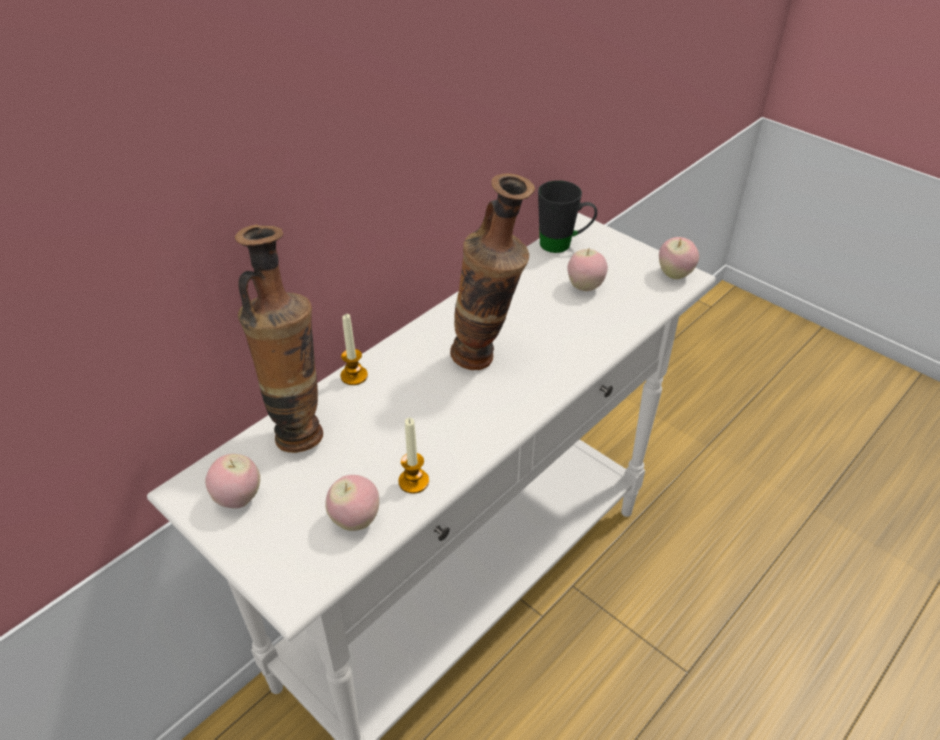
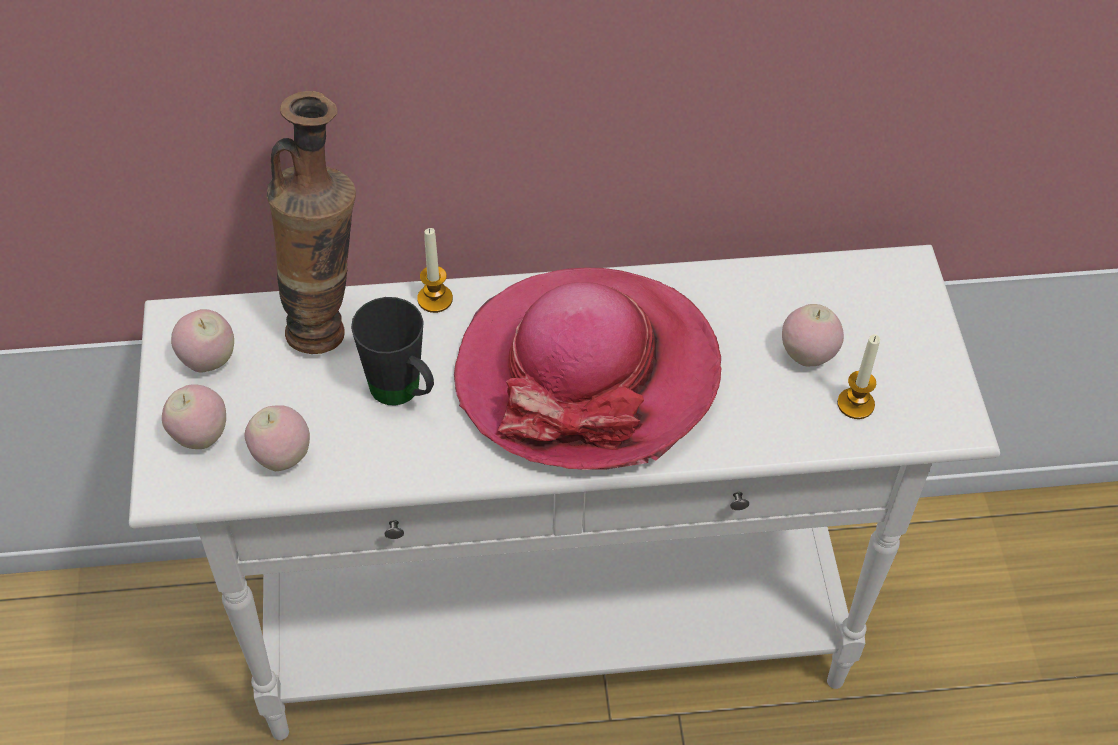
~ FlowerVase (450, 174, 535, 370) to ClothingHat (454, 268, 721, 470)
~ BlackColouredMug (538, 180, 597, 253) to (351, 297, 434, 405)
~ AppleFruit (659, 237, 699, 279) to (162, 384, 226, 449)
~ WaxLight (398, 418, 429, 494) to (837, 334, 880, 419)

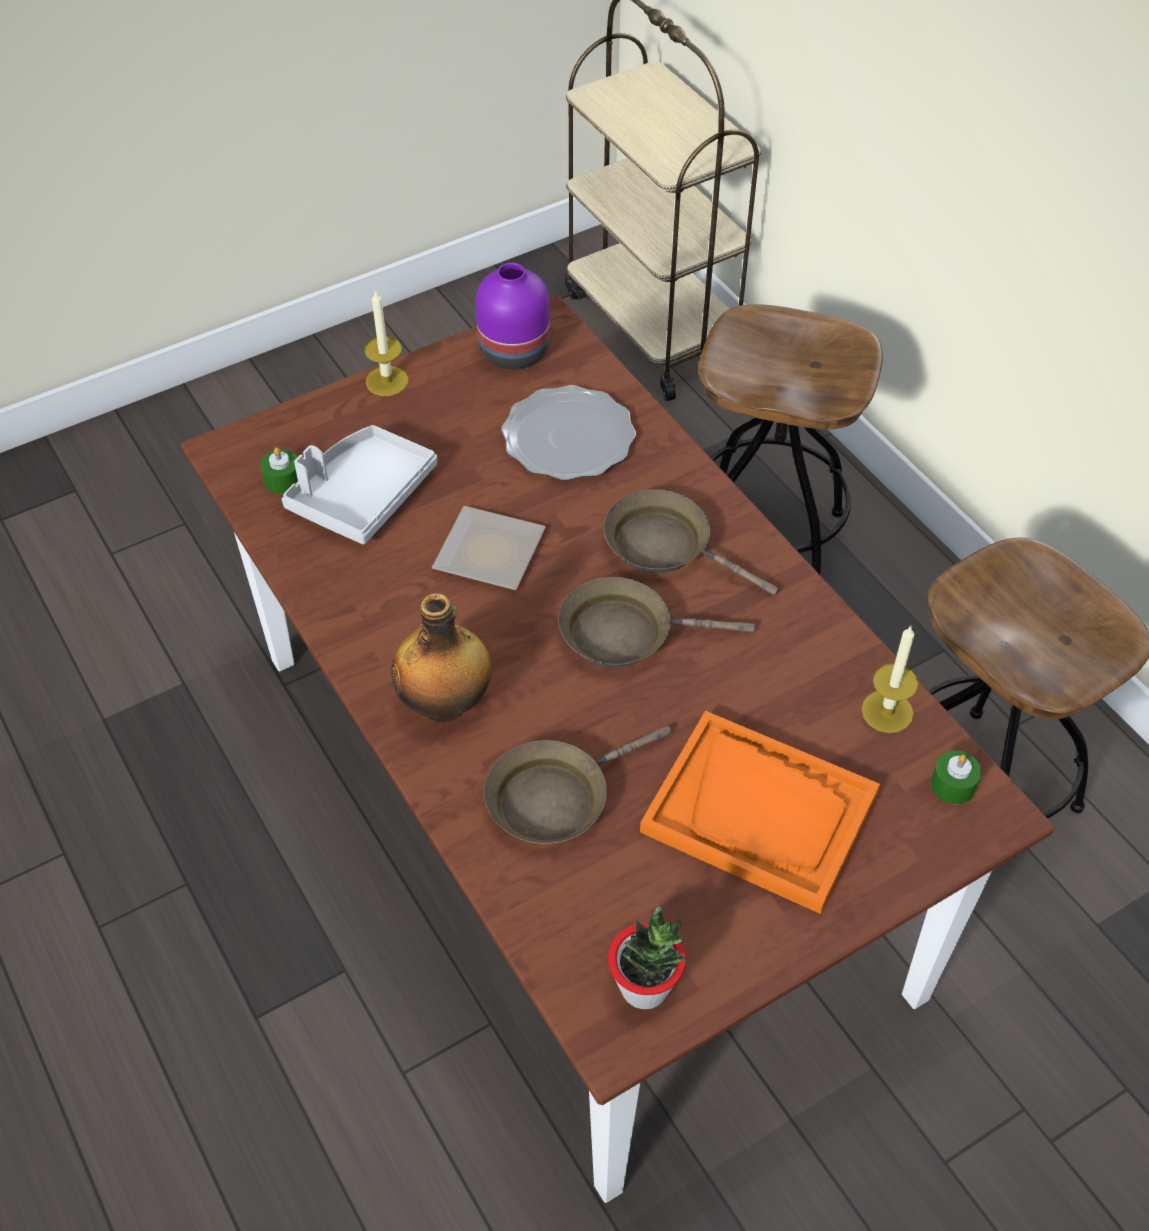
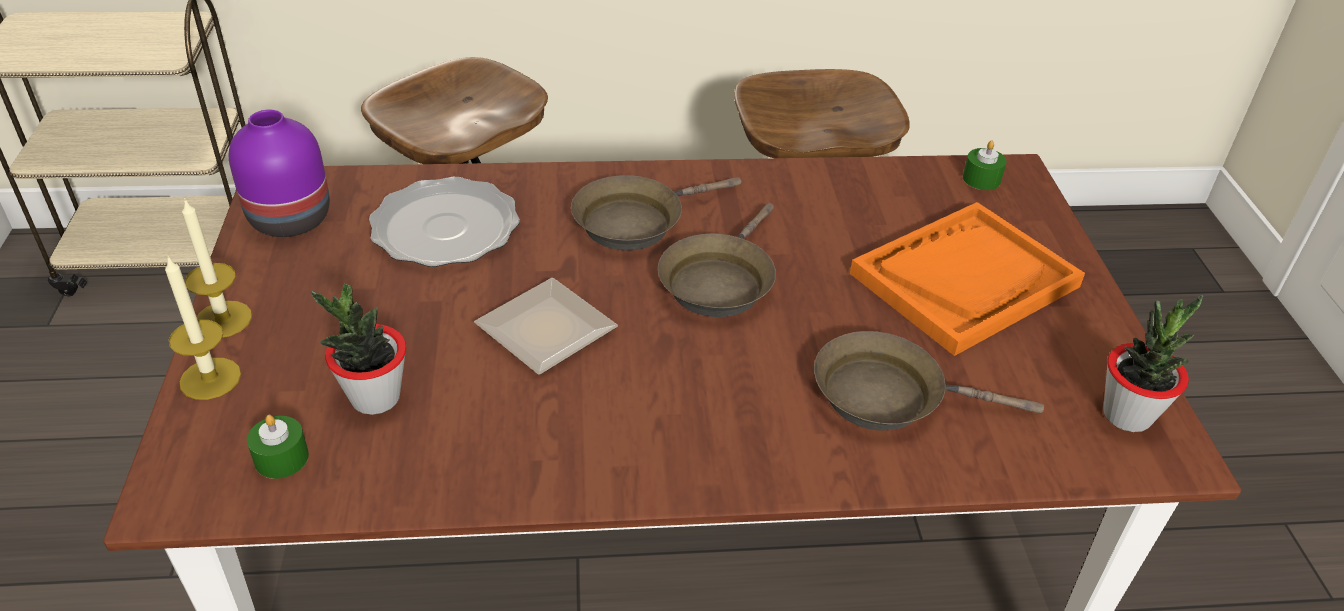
~ GrayServingTray (282, 425, 437, 544) to PlantInAPot (311, 284, 407, 415)
- BeverageBottle (391, 594, 491, 723)
~ WaxLight (861, 626, 918, 733) to (165, 256, 241, 400)
~ BrownFryingPan (484, 725, 671, 844) = (814, 331, 1044, 431) 105 degrees clockwise

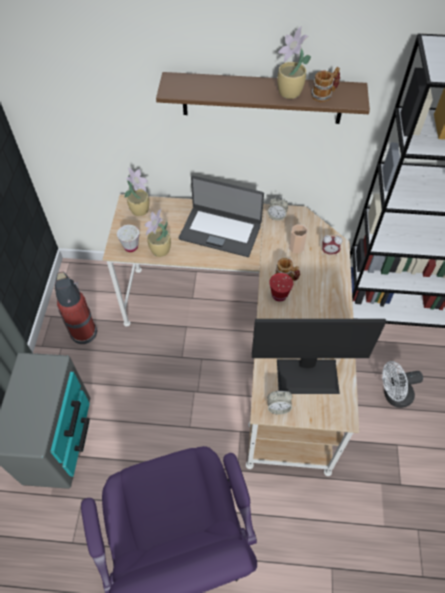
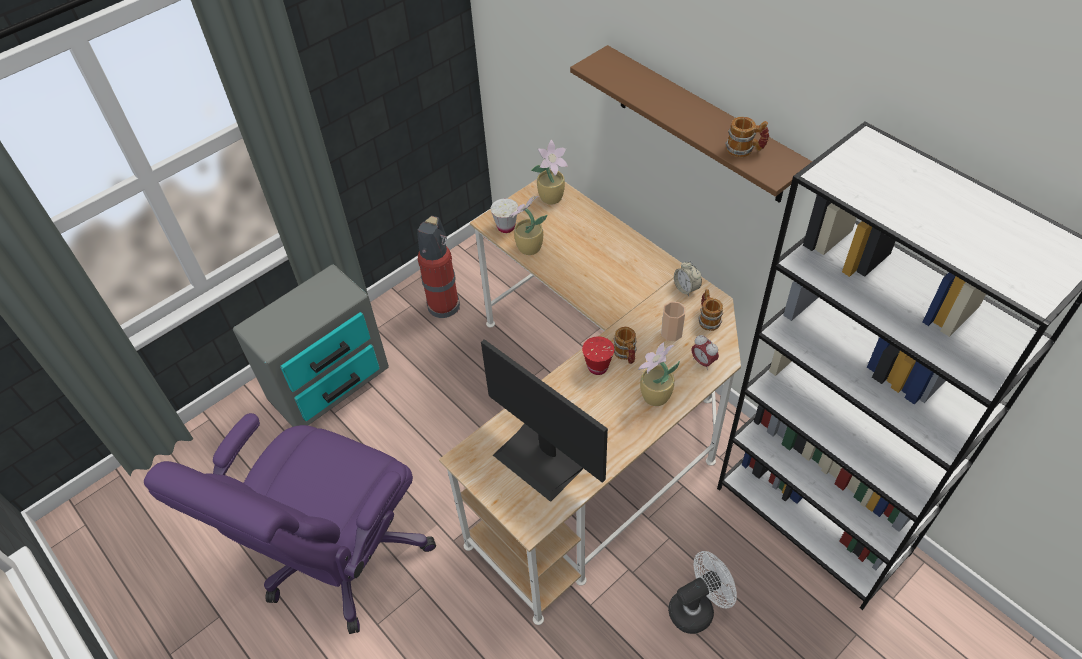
~ PlantInAPot (278, 26, 311, 99) to (638, 342, 680, 406)
- PortableComputer (179, 176, 264, 257)
~ WhiteColouredElectricFan (382, 361, 423, 408) = (668, 551, 737, 634) 120 degrees clockwise
- AlarmClock (267, 391, 292, 415)
+ Mug (698, 289, 723, 331)

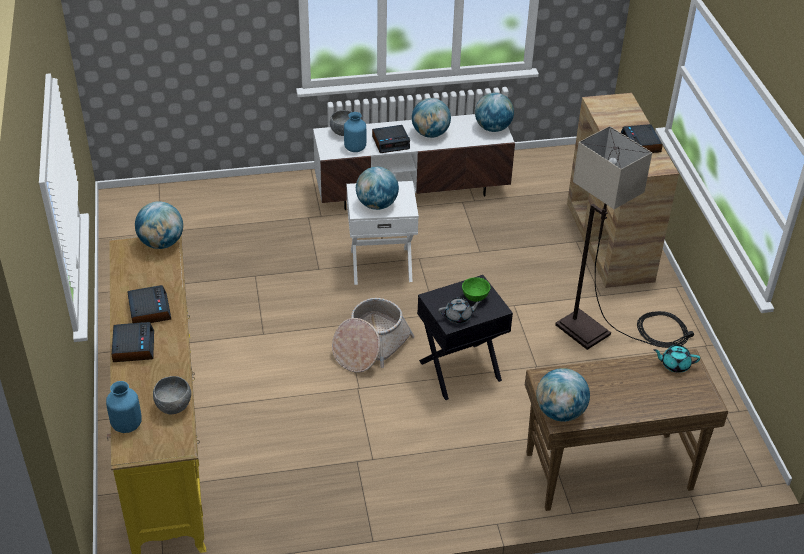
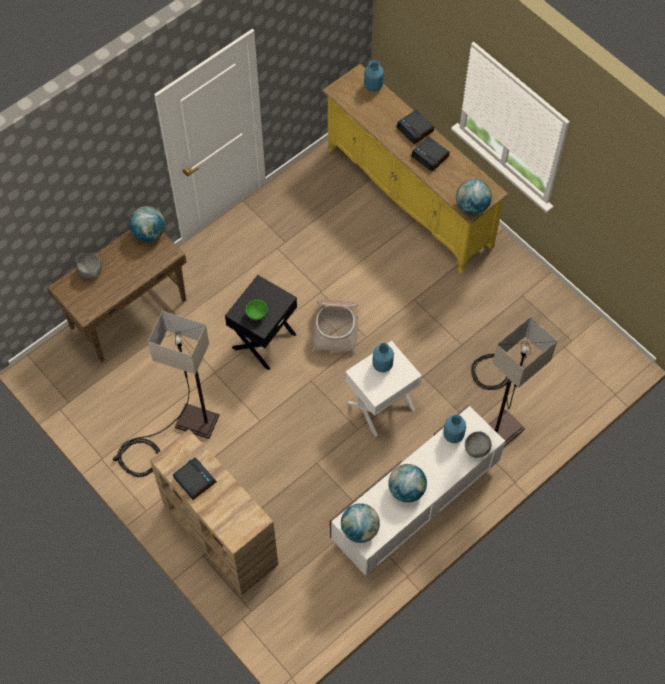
- AlarmClock (372, 125, 410, 153)
~ WorldGlobe (356, 167, 399, 210) to BlueColouredFlowerVase (372, 343, 394, 373)
- GrayTeapot (438, 298, 482, 323)
- TurquoiseColouredTeapot (653, 345, 700, 373)
~ GrayDeepDish (153, 376, 191, 414) to (76, 253, 102, 279)
+ FloorLamp (471, 317, 557, 447)

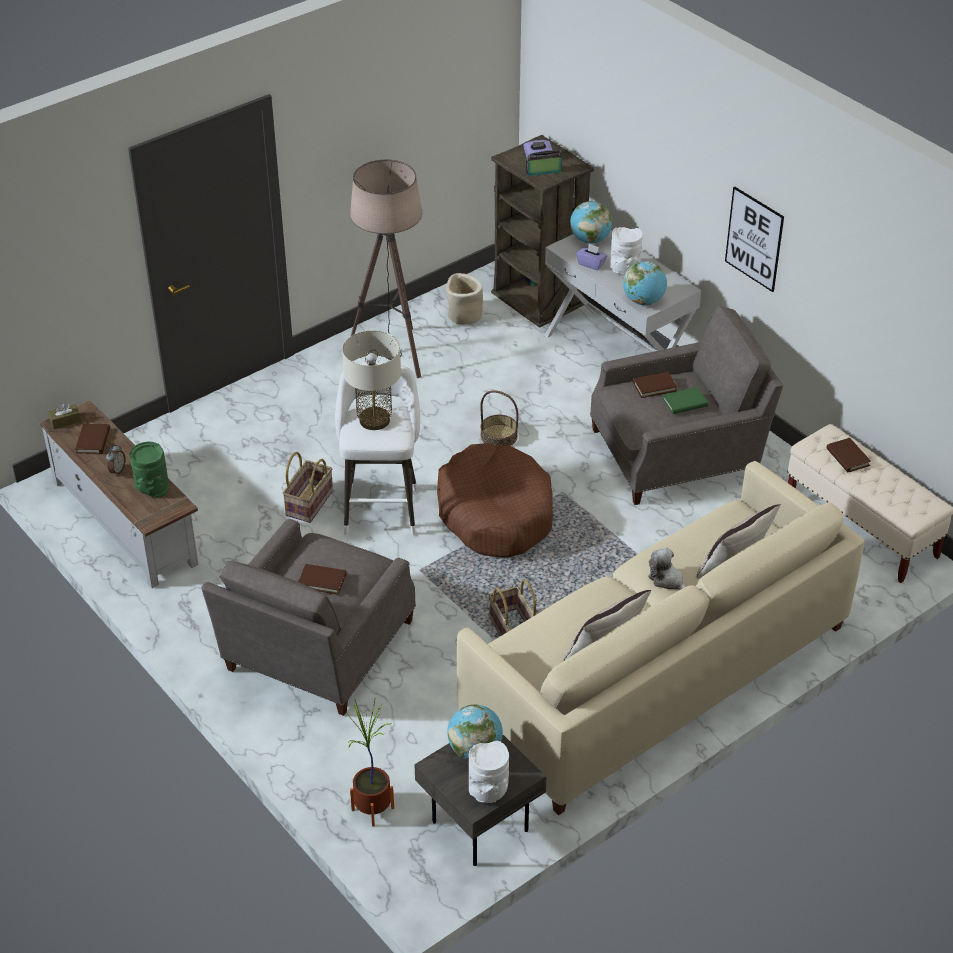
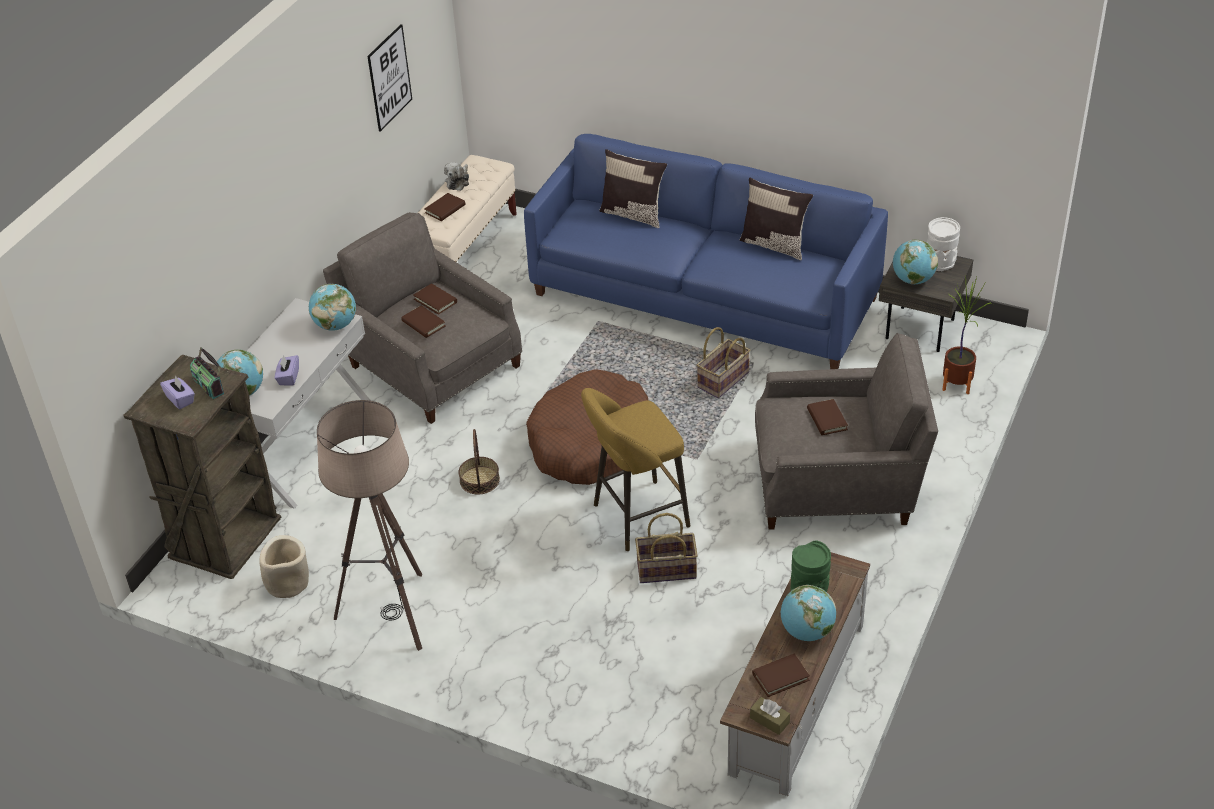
~ Picture (725, 187, 784, 292) to (367, 24, 412, 132)
- WhiteColouredFlowerVase (610, 227, 643, 276)
- LampForATable (342, 330, 401, 430)
~ WhiteColouredSittingStool (335, 362, 420, 535) to YellowishSittingStool (581, 388, 690, 551)
~ GreenBook (663, 387, 708, 414) to BrownBook (413, 283, 457, 315)
~ AlarmClock (106, 445, 125, 476) to WorldGlobe (781, 585, 836, 641)
~ BeigeCouch (457, 461, 865, 815) to BlueColouredCouch (524, 134, 888, 369)
~ SoftToy (648, 547, 687, 590) to (444, 162, 469, 191)

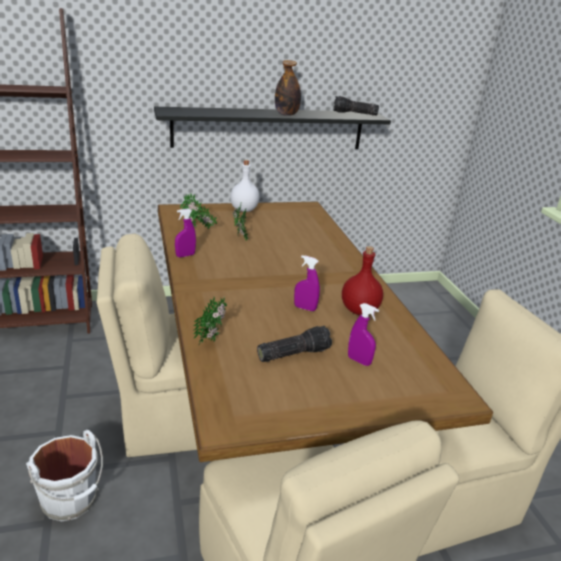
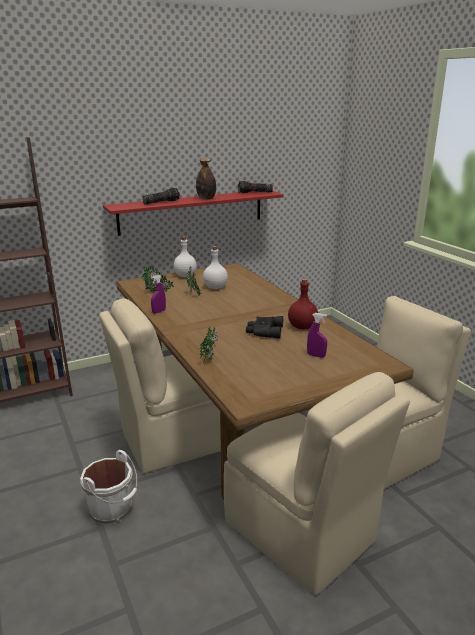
~ BlackColouredBracketShelf (154, 107, 391, 149) to ReddishBracketShelf (103, 191, 284, 236)
~ PurplishSprayBottle (294, 255, 320, 311) to BlackColouredFieldGlasses (246, 316, 283, 338)
~ Flashlight (257, 326, 332, 362) to (142, 188, 180, 205)
+ WhiteColouredBeverageBottle (203, 246, 228, 289)

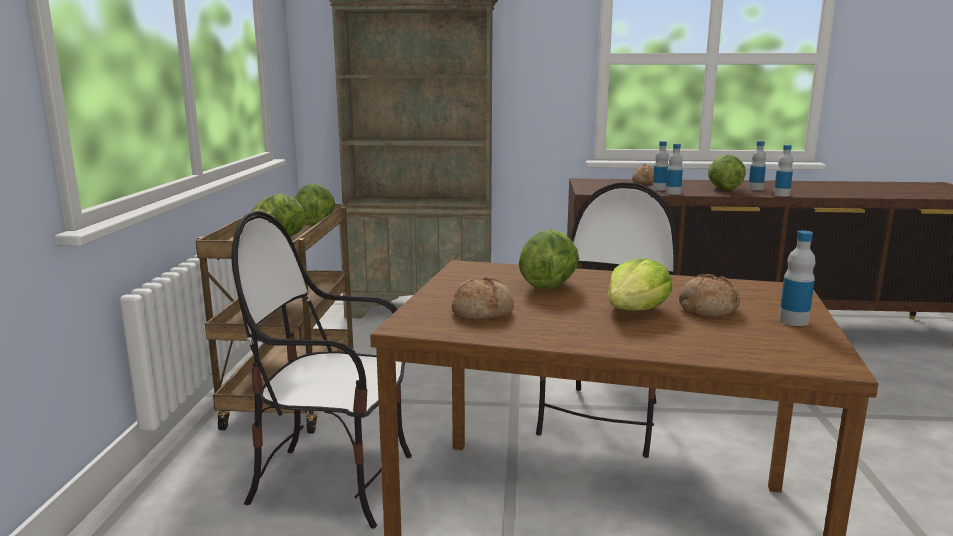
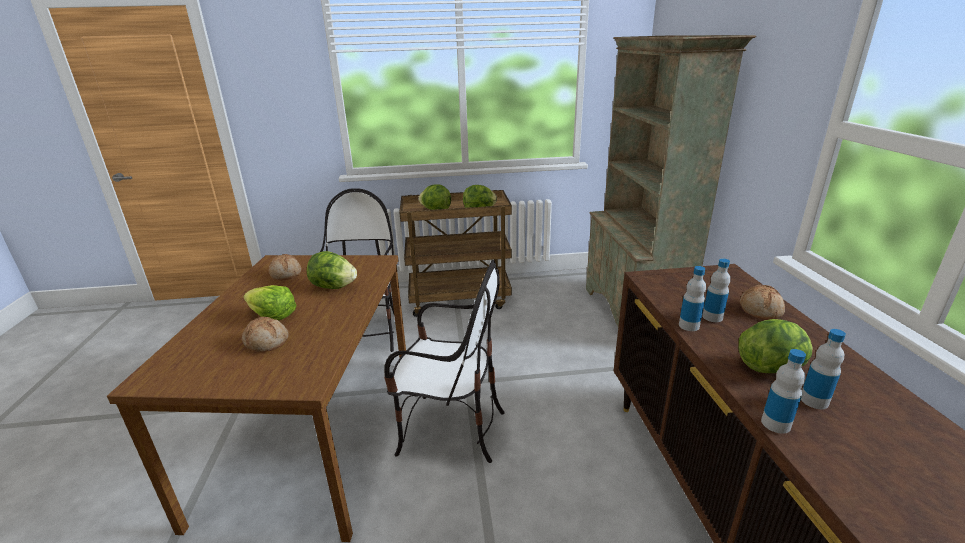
- BeverageBottle (779, 231, 816, 326)

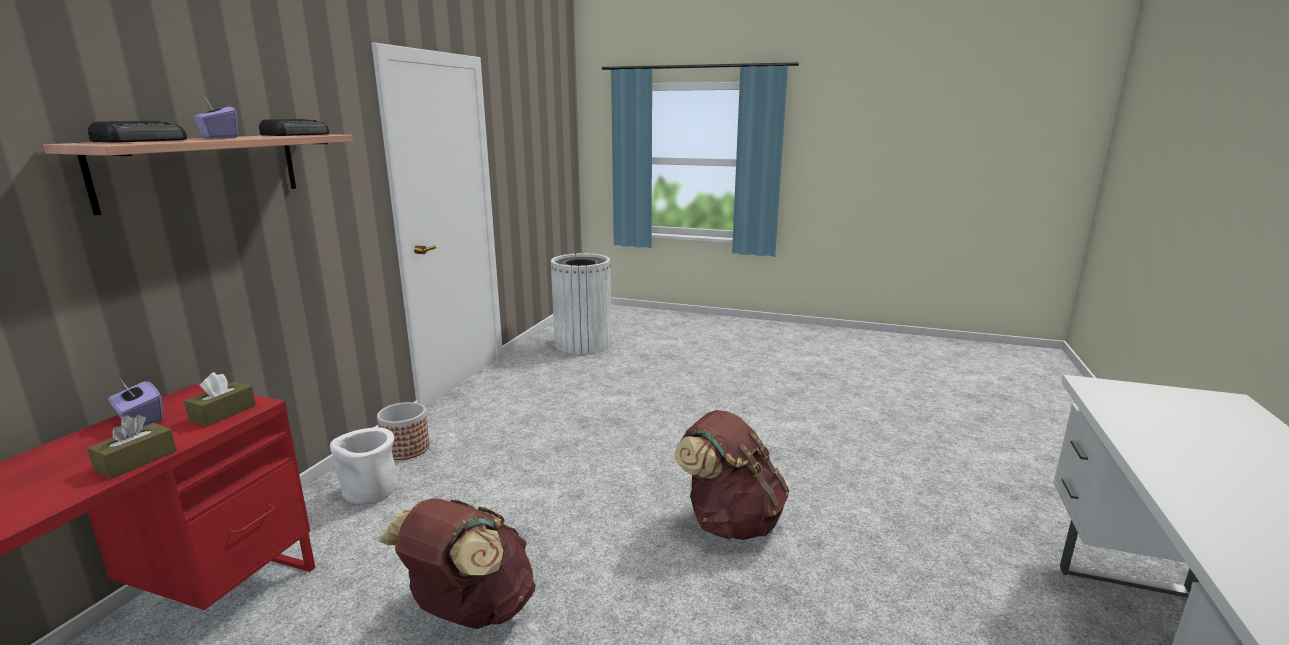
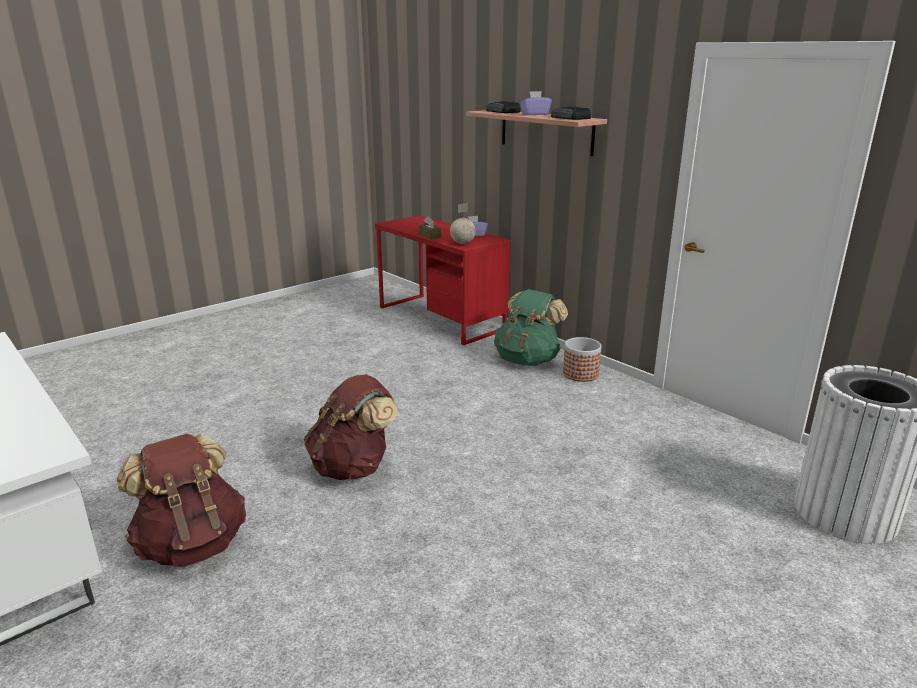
~ BrownTissueBox (184, 372, 256, 426) to WorldGlobe (450, 203, 476, 244)
~ WhiteColouredPlantPot (330, 428, 398, 505) to GreenBackpack (494, 289, 568, 366)
~ BrownBackpack (378, 498, 536, 629) to (117, 434, 246, 567)

